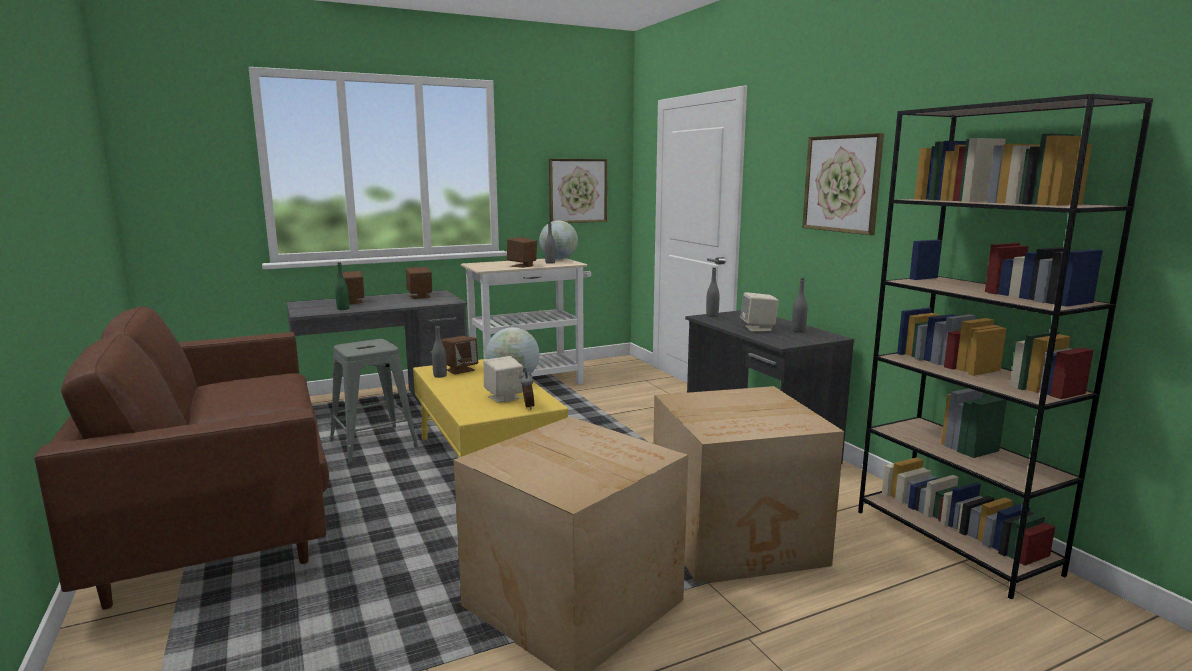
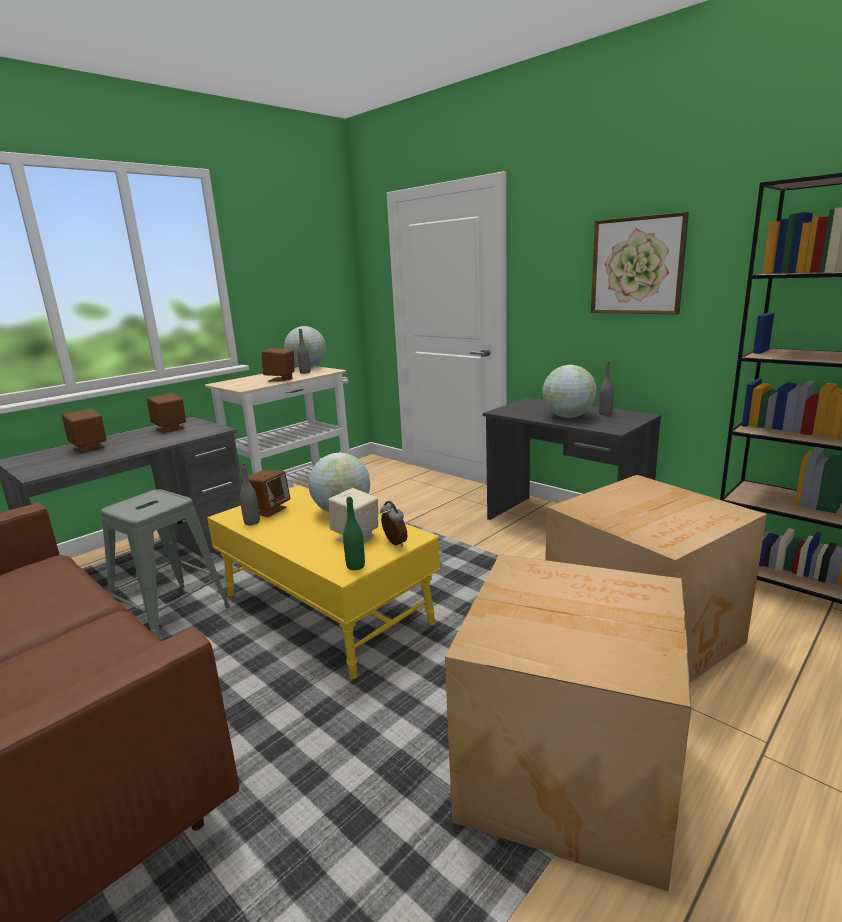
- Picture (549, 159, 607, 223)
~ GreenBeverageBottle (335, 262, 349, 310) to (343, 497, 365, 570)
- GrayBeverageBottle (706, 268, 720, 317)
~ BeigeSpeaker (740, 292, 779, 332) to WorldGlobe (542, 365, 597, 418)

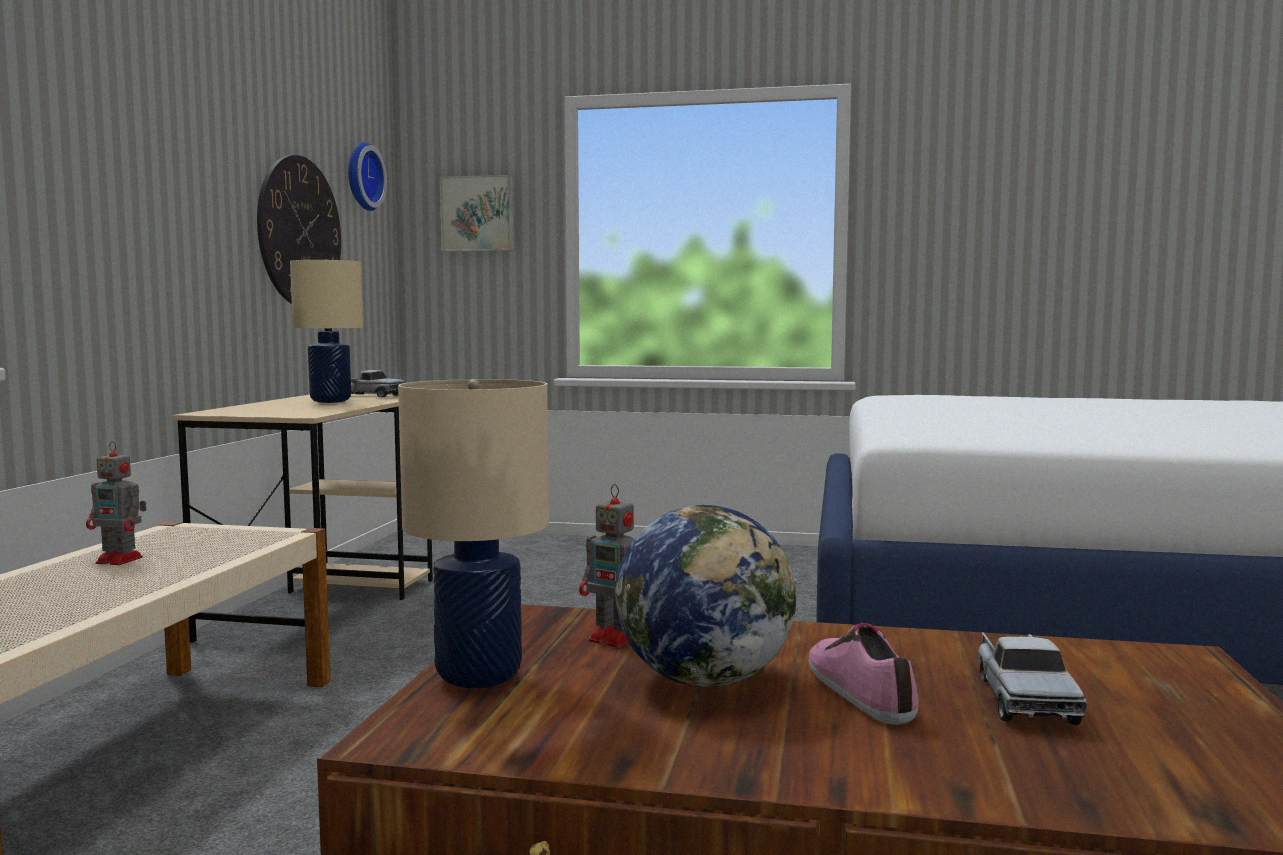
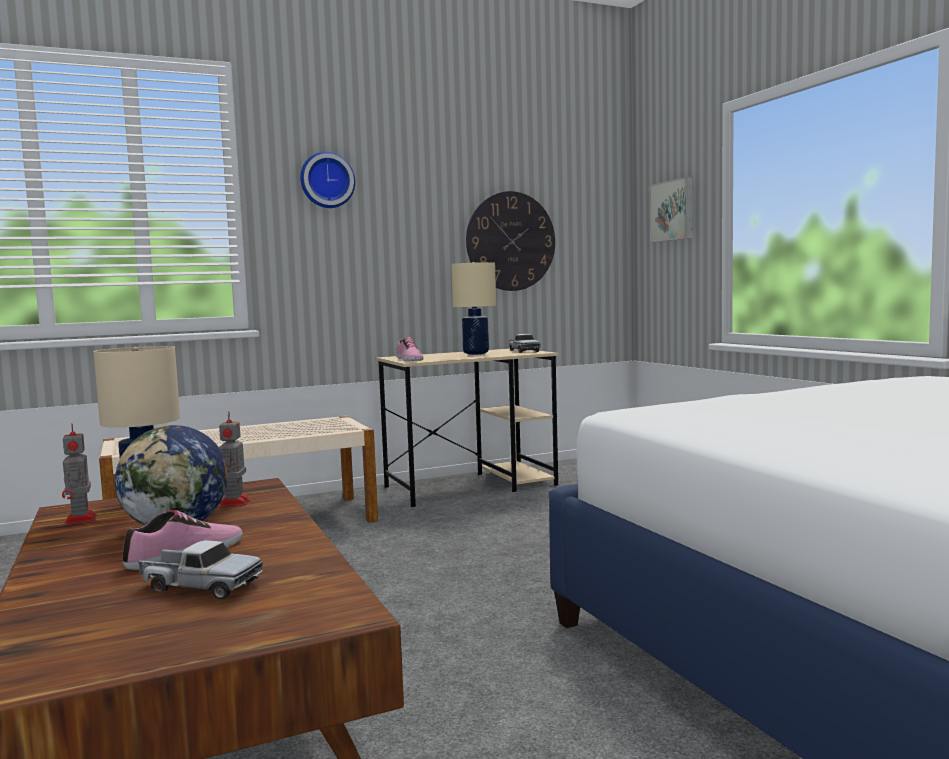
~ HangingClock (348, 142, 387, 211) to (300, 152, 355, 208)
~ ModelRobot (86, 441, 147, 565) to (62, 423, 97, 525)
~ ToyTruck (978, 632, 1087, 725) = (138, 540, 263, 599) 135 degrees counterclockwise
+ Shoe (396, 337, 424, 361)

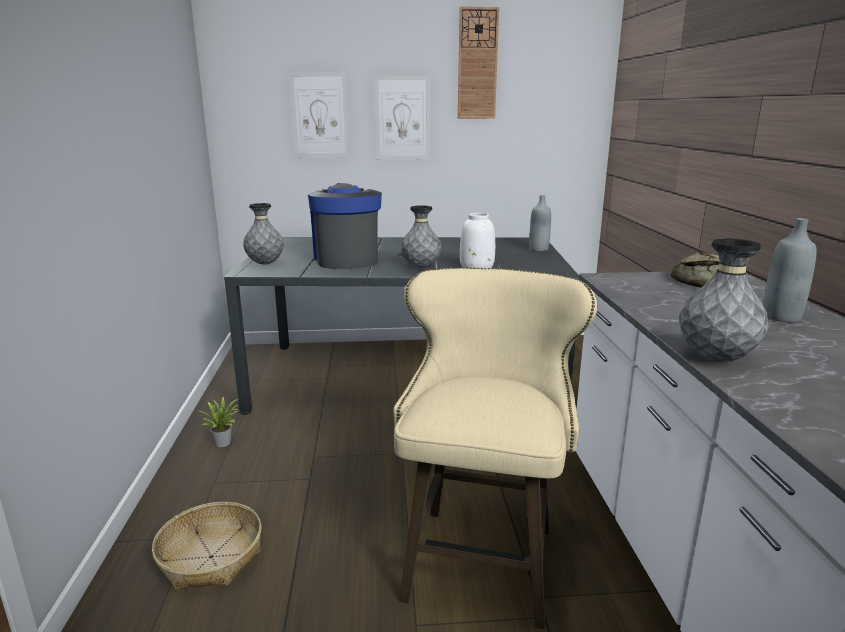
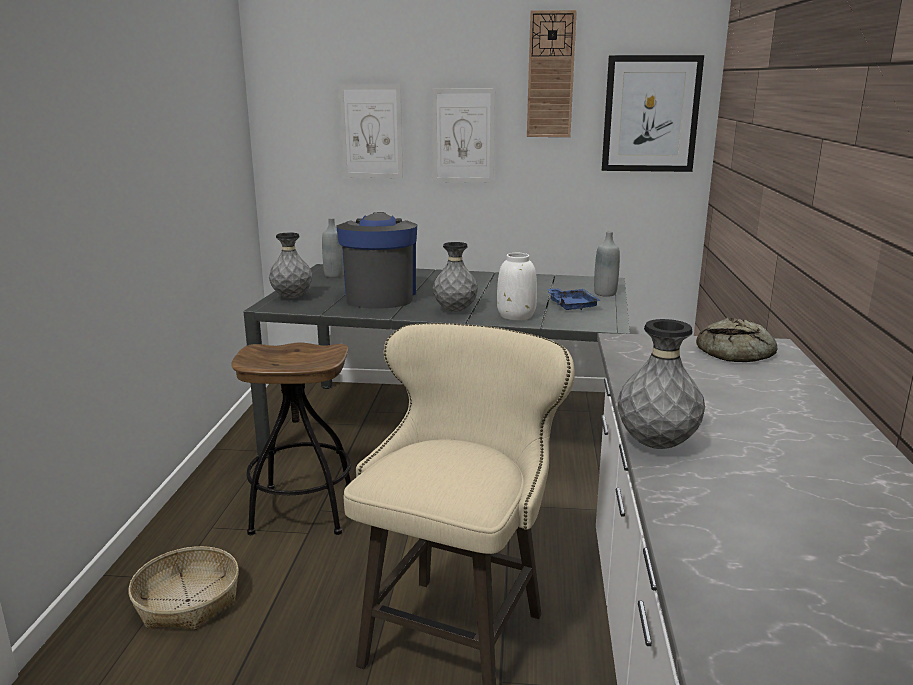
~ GrayBeverageBottle (763, 218, 817, 322) to (322, 218, 344, 278)
- PlantInAPot (200, 396, 239, 447)
+ Picture (602, 55, 704, 172)
+ BlueColouredServingTray (547, 288, 601, 310)
+ BrownSittingStool (231, 342, 351, 535)

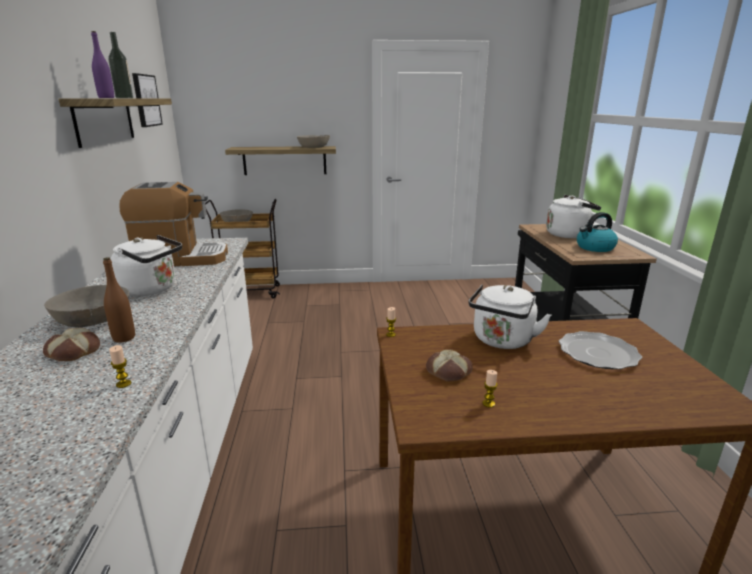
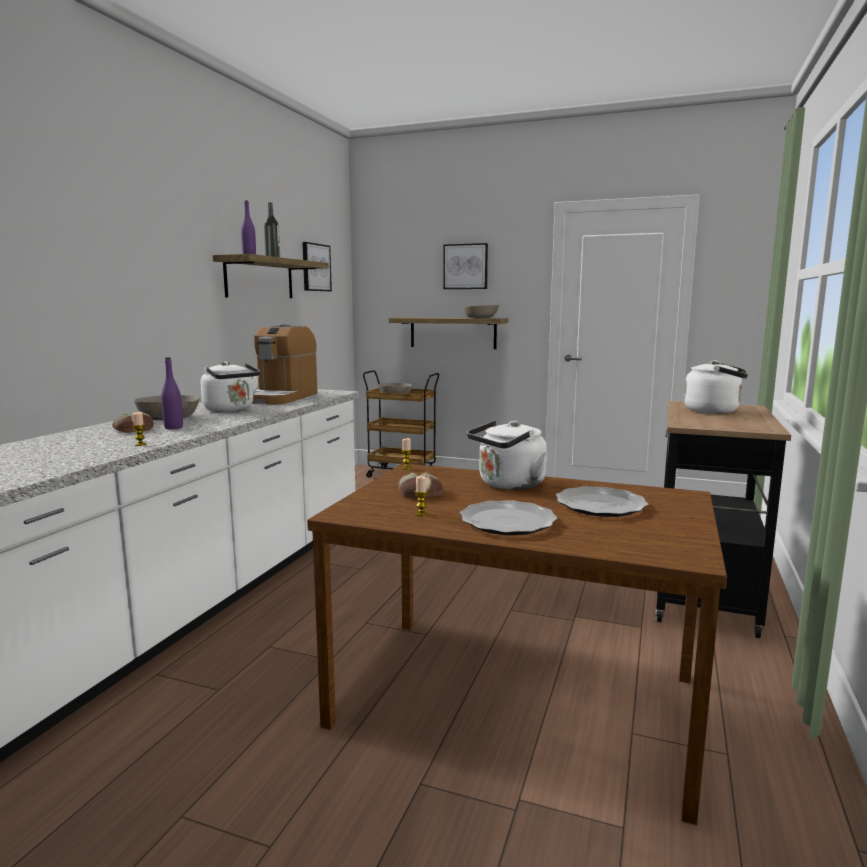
~ CoffeeMachine (120, 182, 228, 266) = (252, 324, 318, 405) 90 degrees clockwise
- Kettle (577, 212, 618, 252)
~ BrownBeverageBottle (103, 257, 135, 343) to PurplishBeverageBottle (161, 357, 183, 429)
+ Picture (443, 243, 488, 289)
+ FlatDish (460, 500, 558, 535)

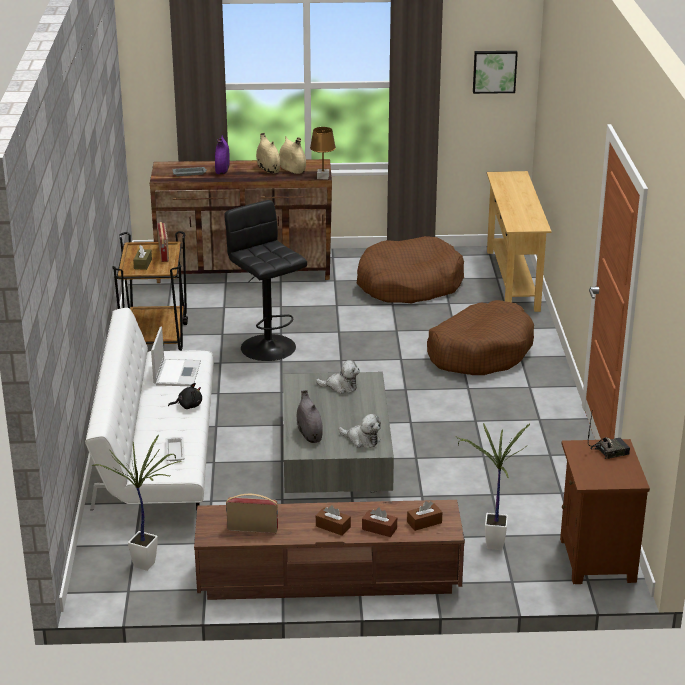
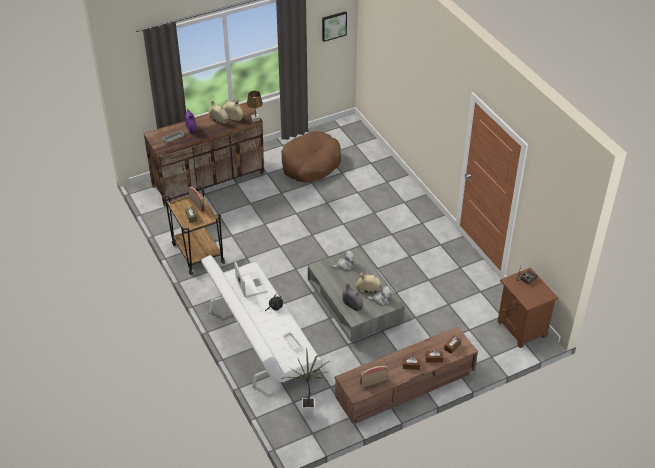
- BeigeConsoleTable (487, 171, 551, 312)
- BlackColouredSittingStool (224, 200, 307, 361)
- BrownDogBed (427, 300, 534, 375)
- PlantInAPot (457, 423, 530, 550)
+ BeigeFlowerVase (356, 272, 381, 293)

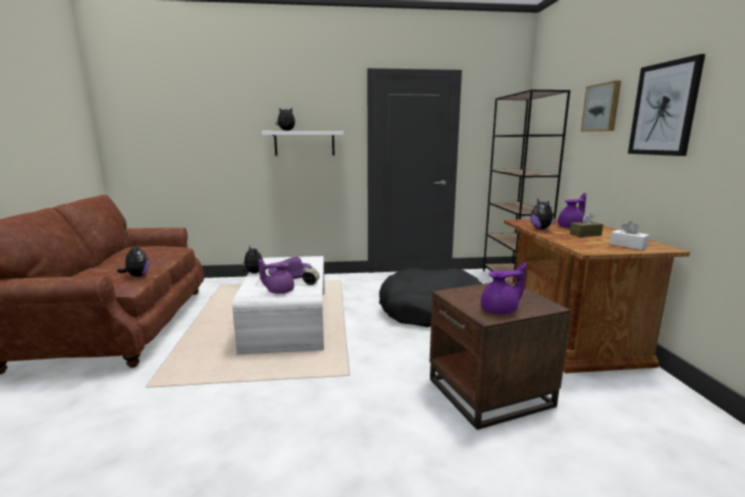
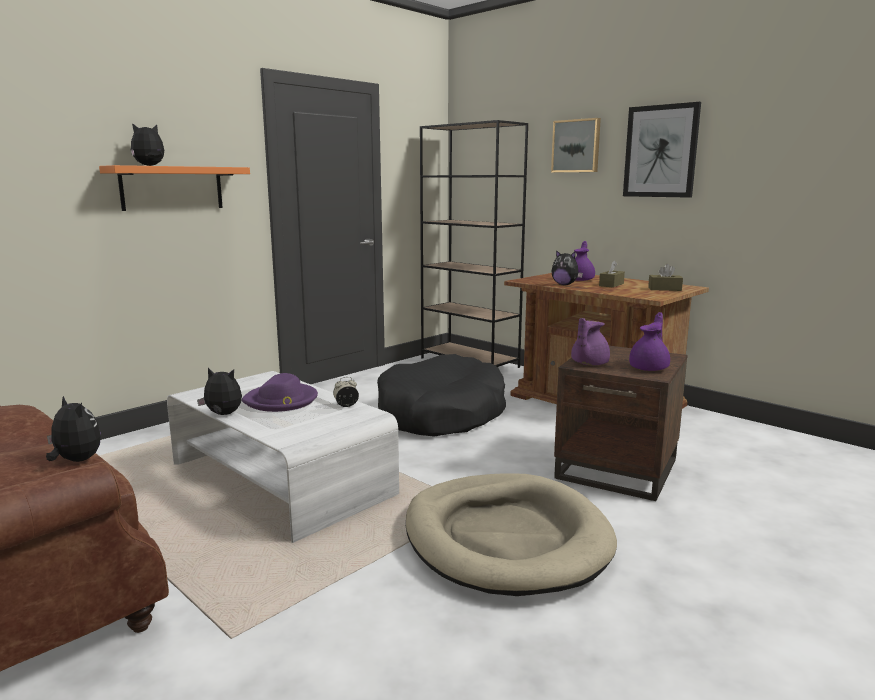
~ WhiteColouredBracketShelf (262, 131, 344, 156) to OrangeyBracketShelf (99, 165, 250, 211)
~ WhiteColouredTissueBox (610, 221, 650, 250) to BrownTissueBox (648, 264, 683, 291)
~ PurplishTeapot (258, 259, 294, 294) to (571, 318, 610, 365)
+ BeigeDogBed (406, 473, 617, 596)

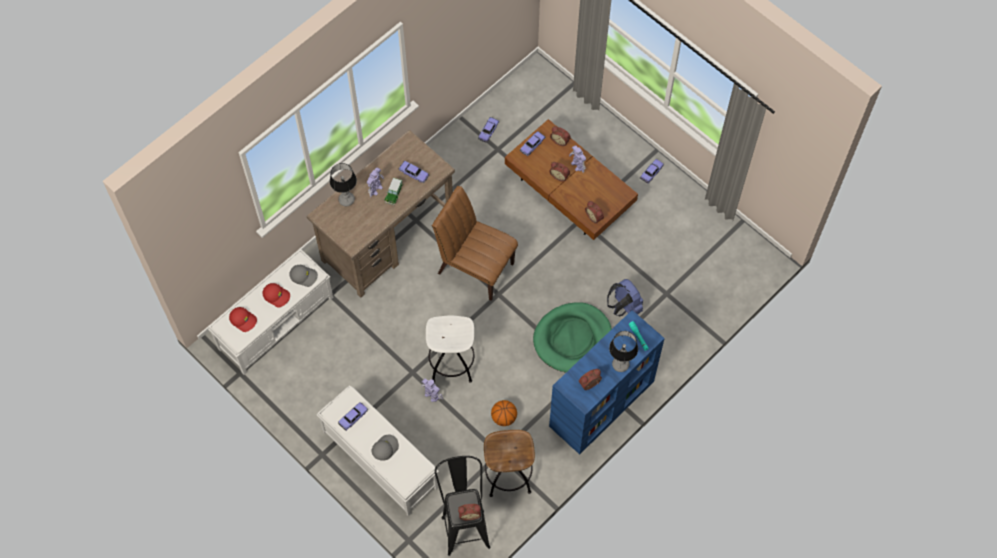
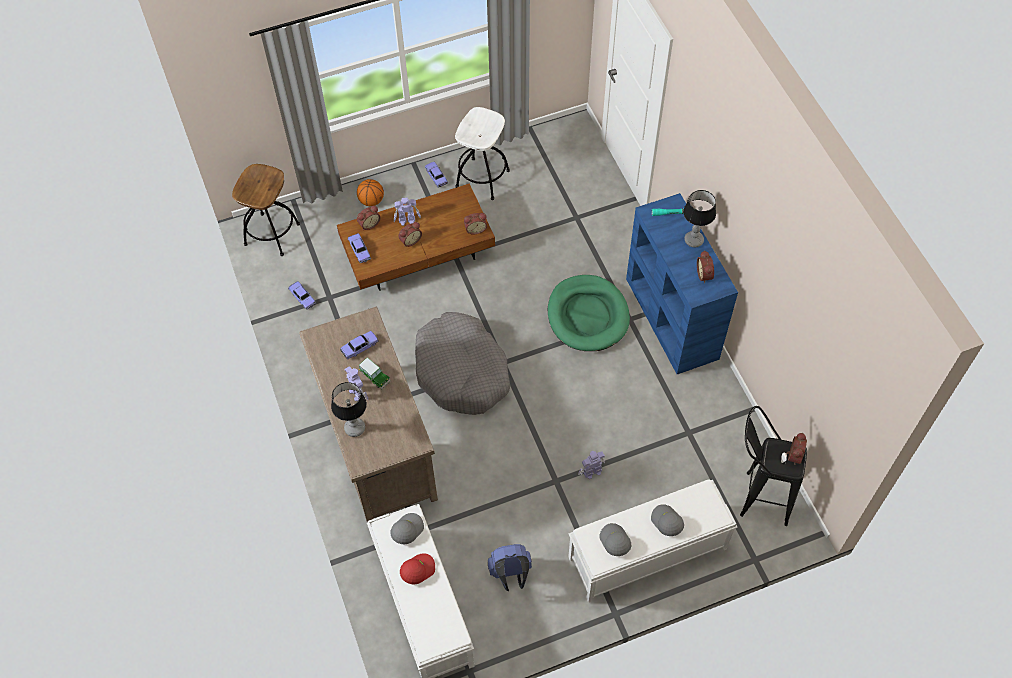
~ BrownUprightChair (432, 186, 518, 301) to GrayDogBed (415, 312, 510, 415)
~ BlueColouredBackpack (607, 279, 643, 316) to (488, 544, 532, 591)
- ReddishBaseballCap (229, 307, 257, 332)
~ WhiteColouredSittingStool (426, 315, 475, 383) to (455, 107, 510, 200)
~ Basketball (491, 400, 517, 426) to (357, 179, 384, 206)
~ MiniatureCar (338, 402, 368, 431) to GrayBaseballCap (599, 523, 631, 556)
~ BrownSittingStool (484, 430, 535, 497) to (232, 164, 300, 256)

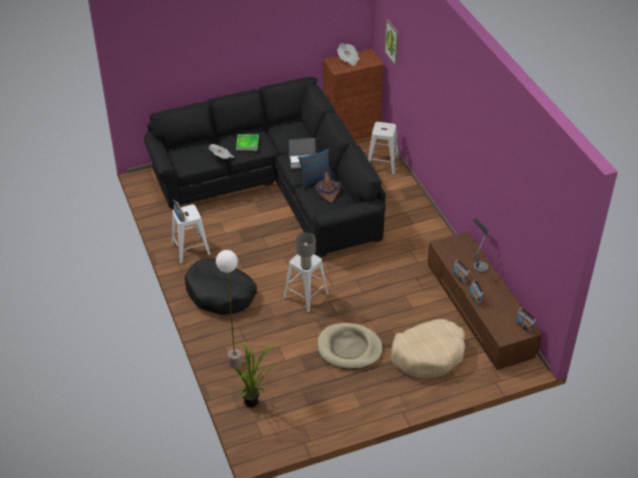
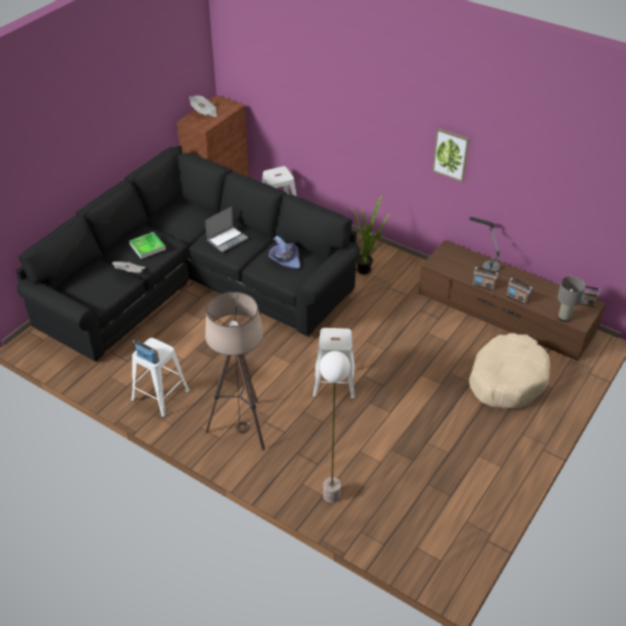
~ Picture (384, 19, 399, 66) to (432, 128, 470, 182)
- BlueColouredCushion (298, 149, 333, 188)
~ BrownClothingHat (314, 172, 340, 203) to PurplishClothingHat (268, 236, 300, 269)
~ GrayLampForATable (296, 232, 316, 270) to (558, 276, 585, 322)
~ BlackColouredDogBed (184, 258, 257, 315) to FloorLamp (205, 292, 265, 451)
- BeigeDogBed (317, 323, 383, 370)
~ PlantInAPot (235, 340, 276, 408) to (349, 195, 392, 275)

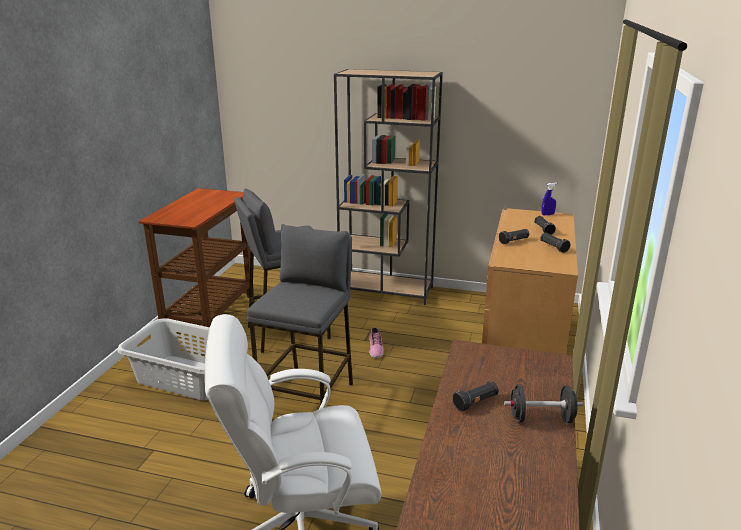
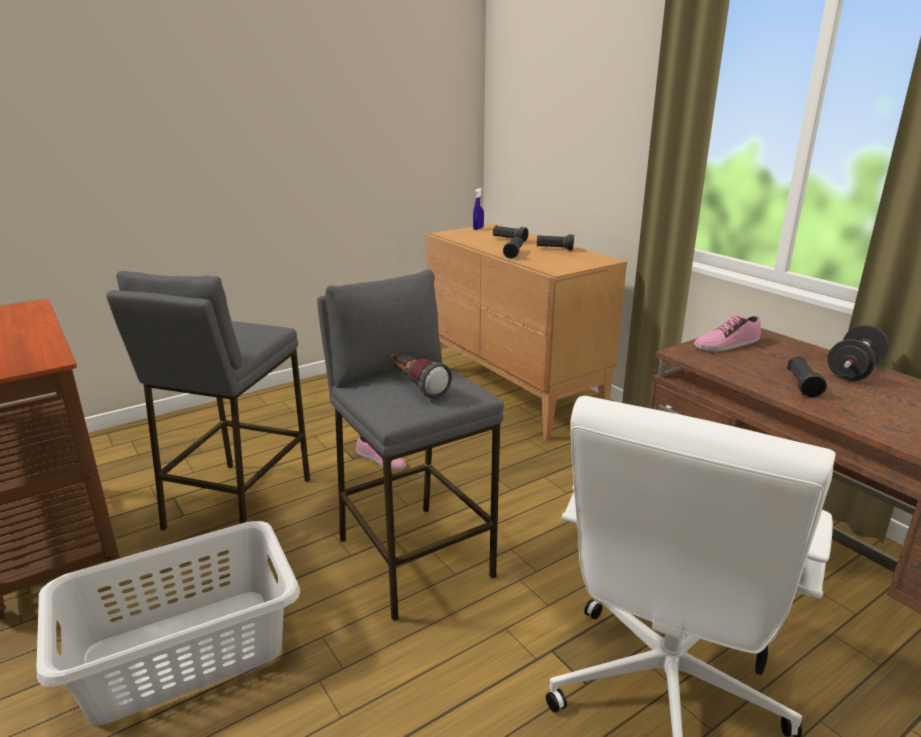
- ShelvingUnit (334, 69, 443, 305)
+ Shoe (694, 316, 761, 352)
+ Flashlight (391, 353, 452, 399)

